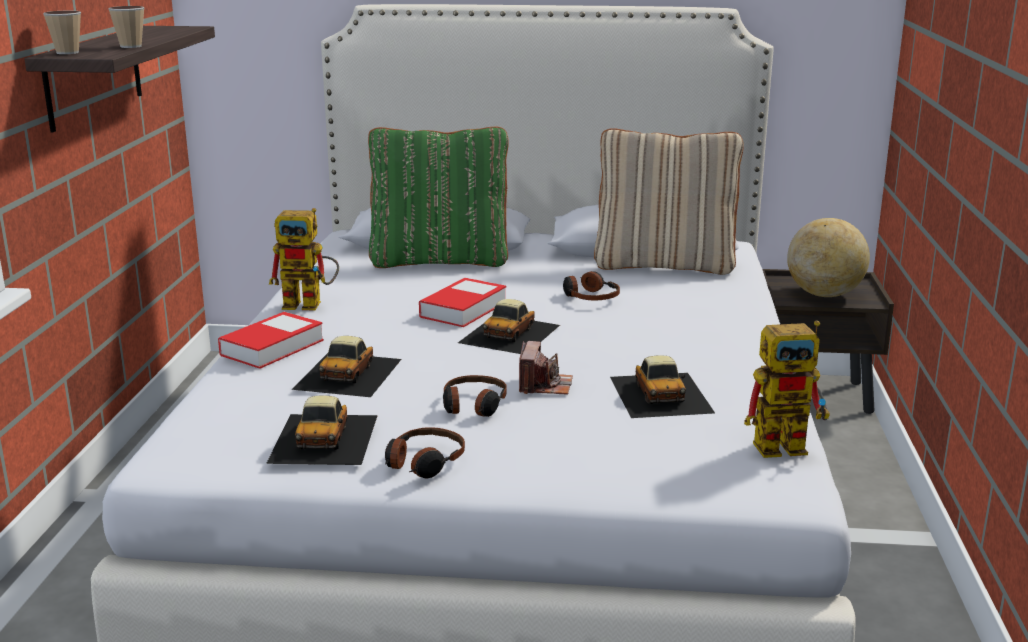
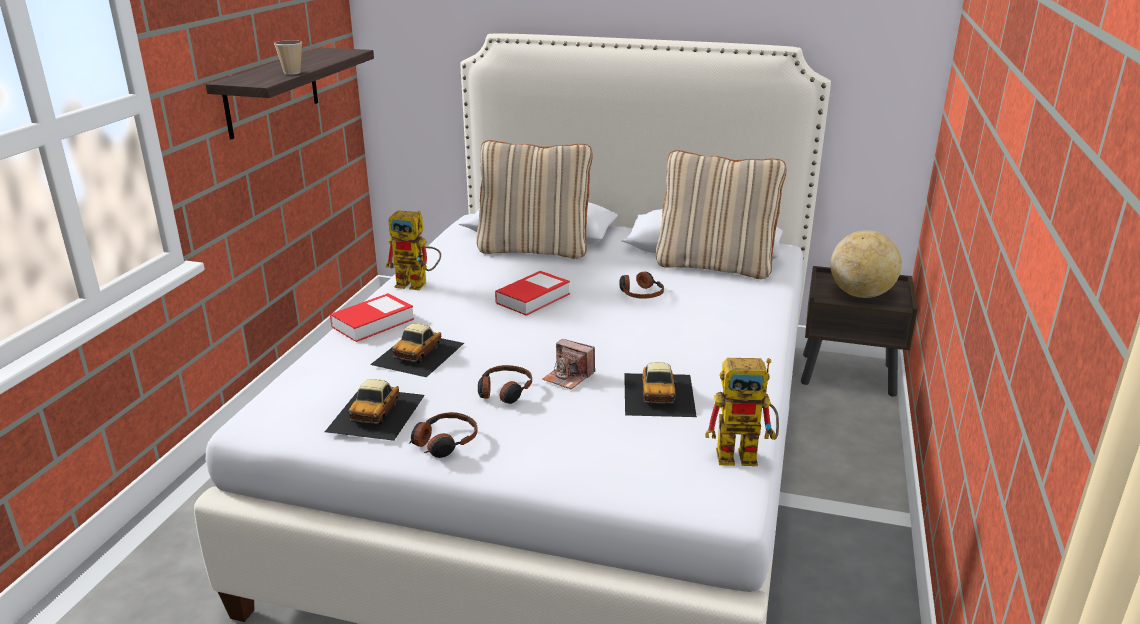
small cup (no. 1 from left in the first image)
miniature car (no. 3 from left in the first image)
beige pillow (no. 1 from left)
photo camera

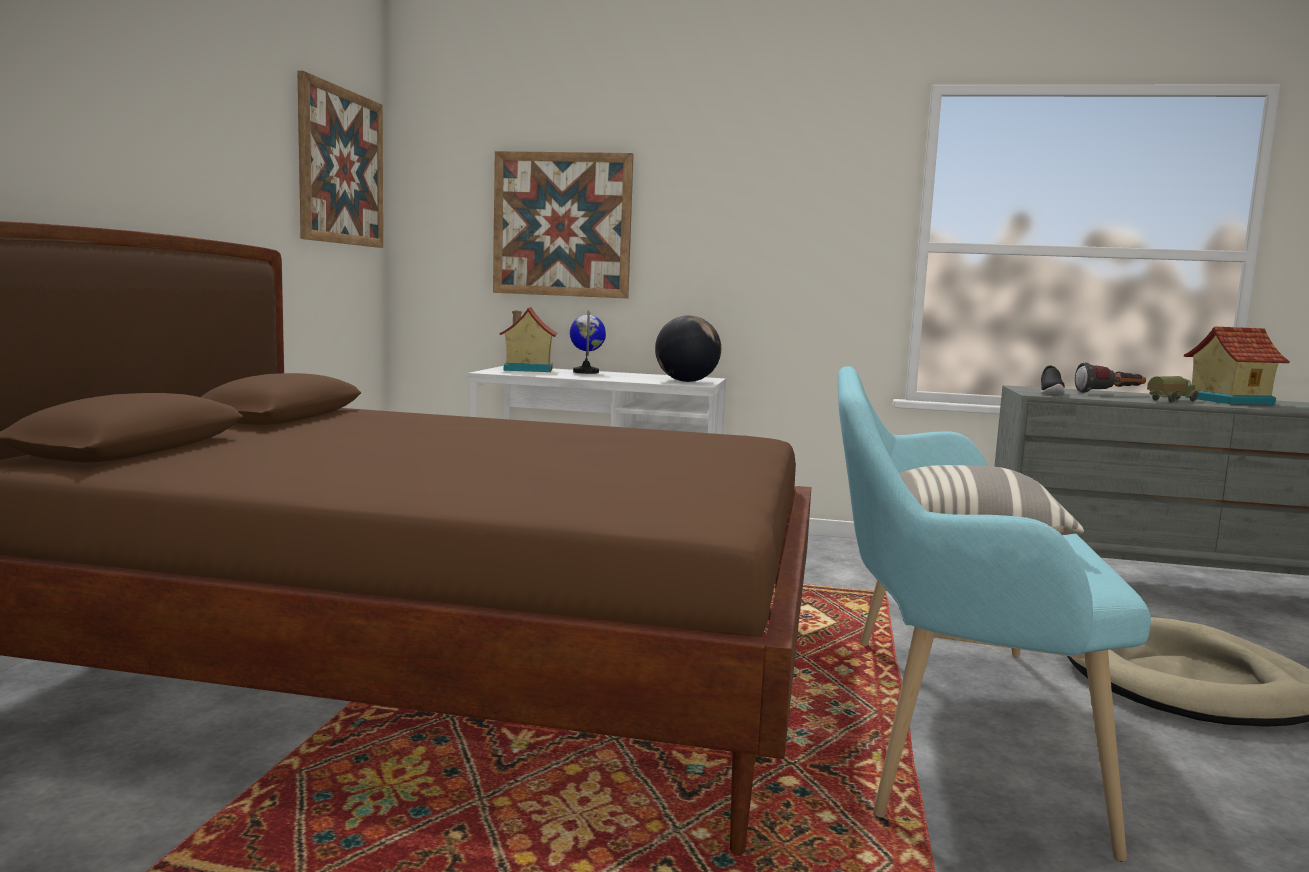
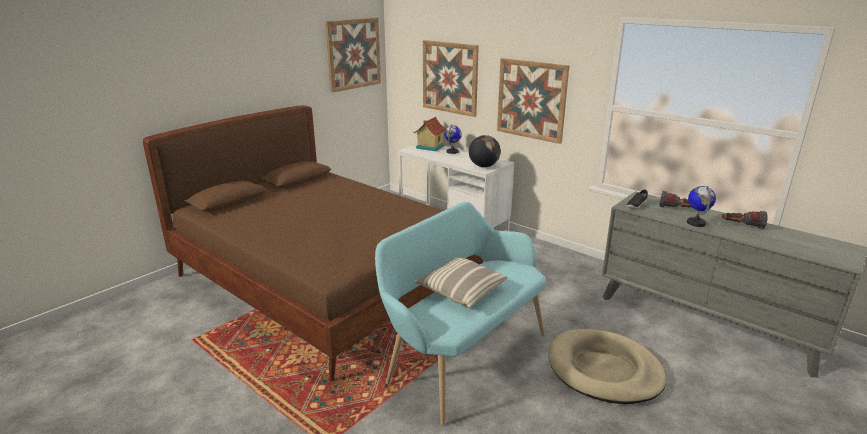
wall picture (no. 3 from left)
desk globe (no. 3 from left)
torch (no. 2 from left)

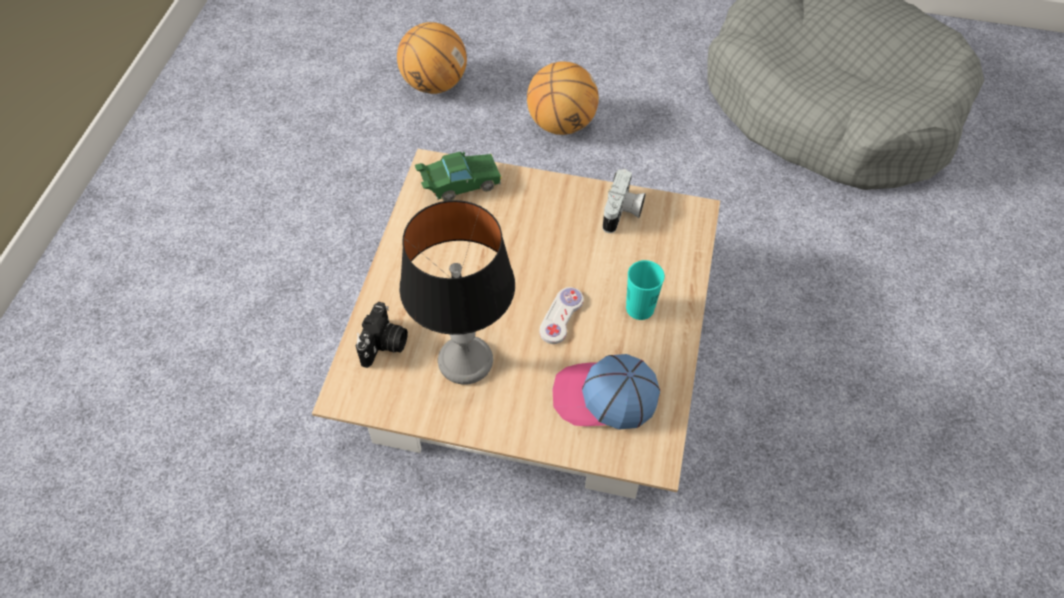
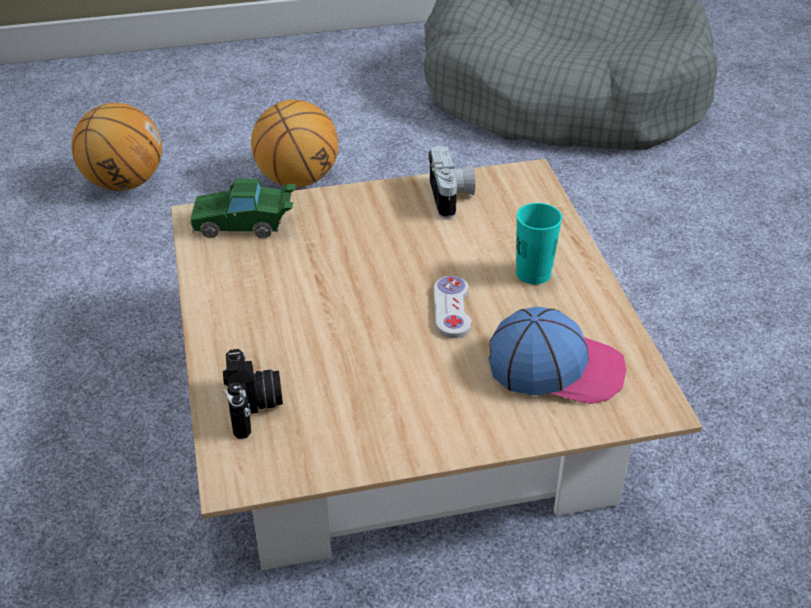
lamp for a table
greenish miniature car
peaked cap

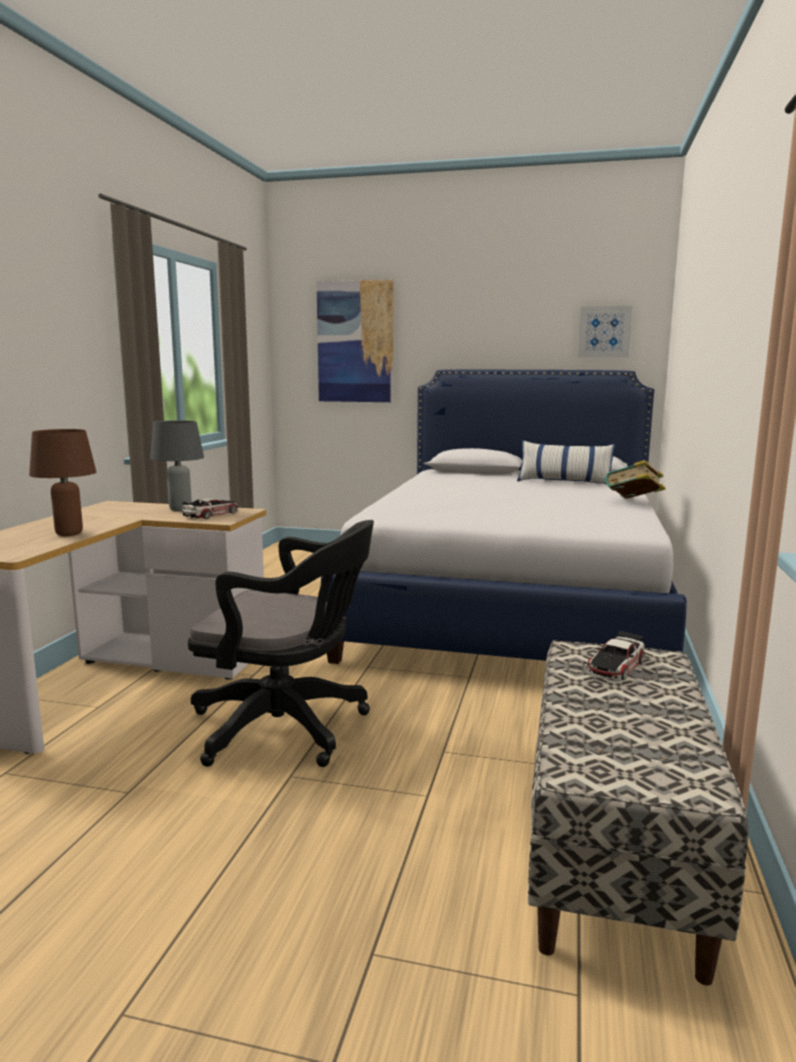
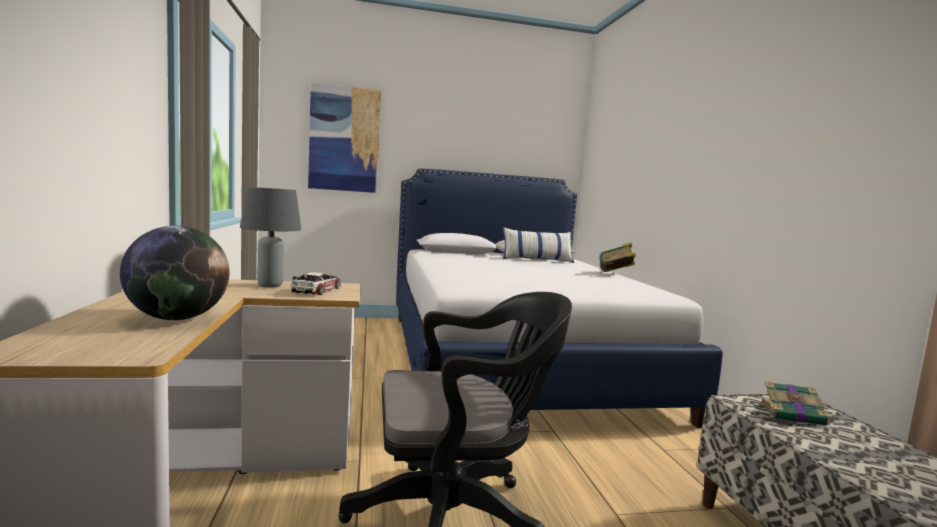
wall picture (no. 2 from left in the first image)
desk globe
bound book (no. 2 from left)

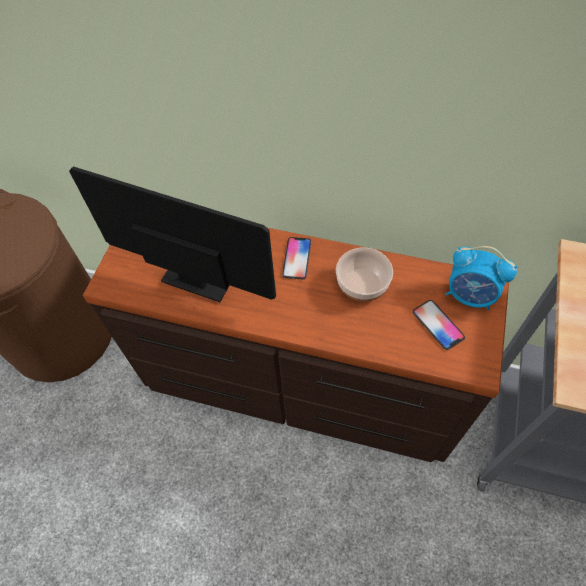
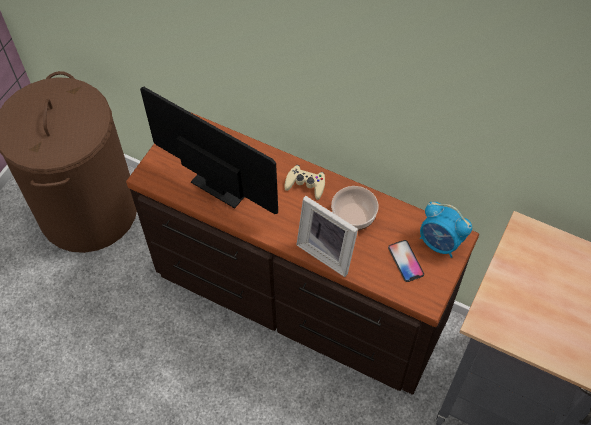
picture frame
beige game controller

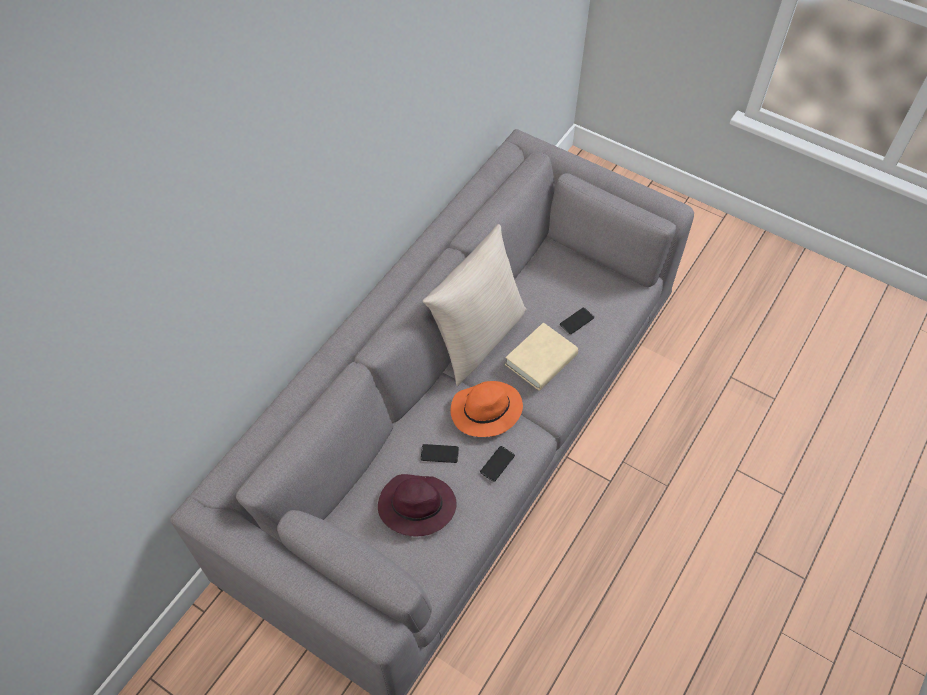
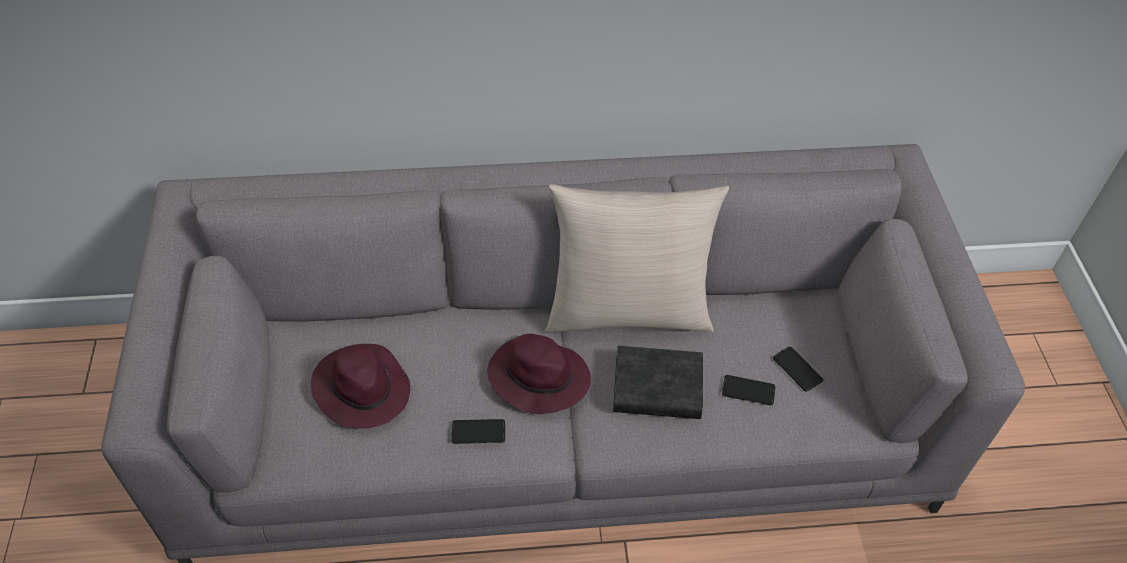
phone (no. 3 from left)
purple wearable hat (no. 2 from left)
blackish bound book

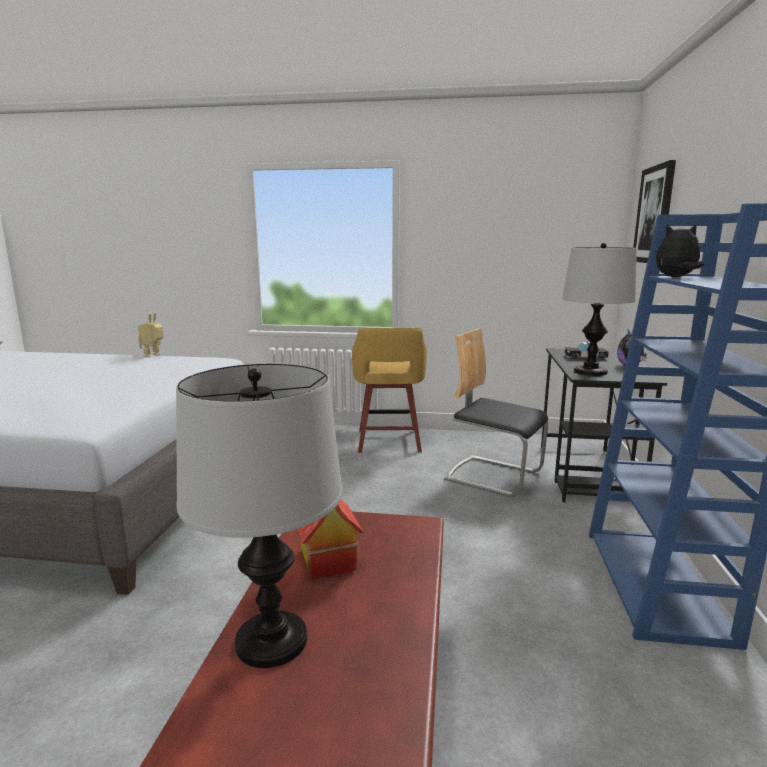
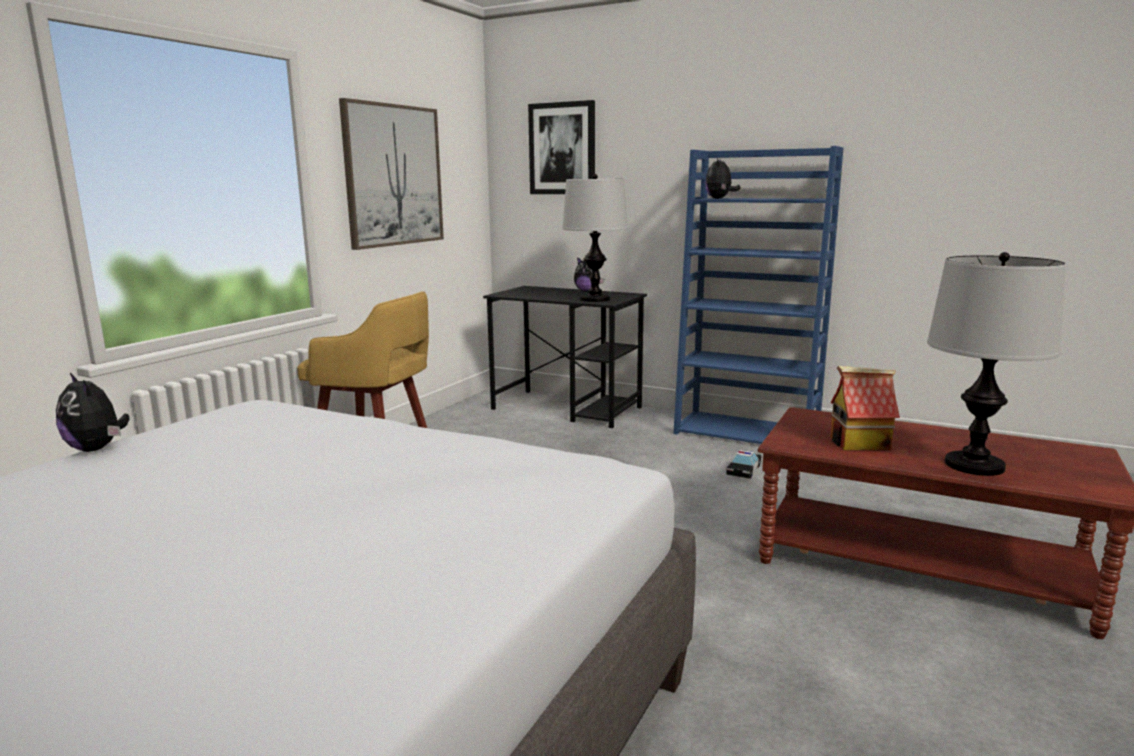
plain chair
wall picture (no. 1 from left)
miniature car
cuddly toy (no. 1 from left)

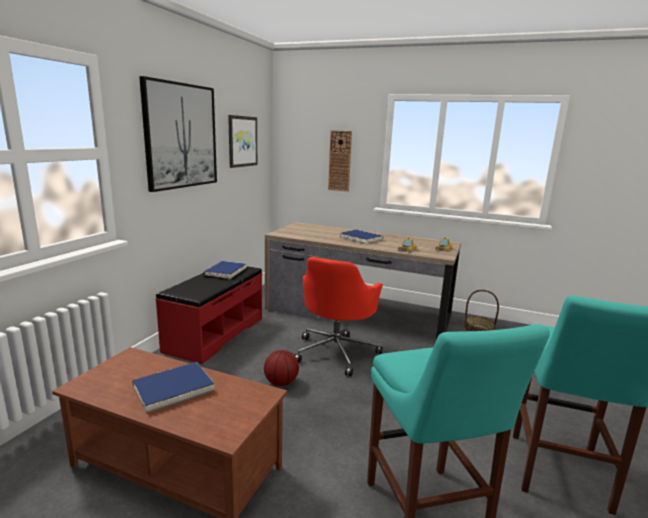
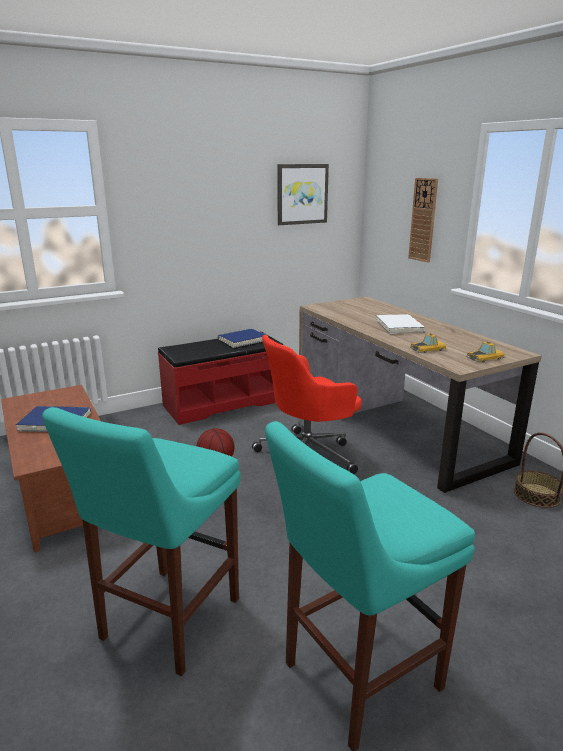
wall picture (no. 1 from left in the first image)
white bound book

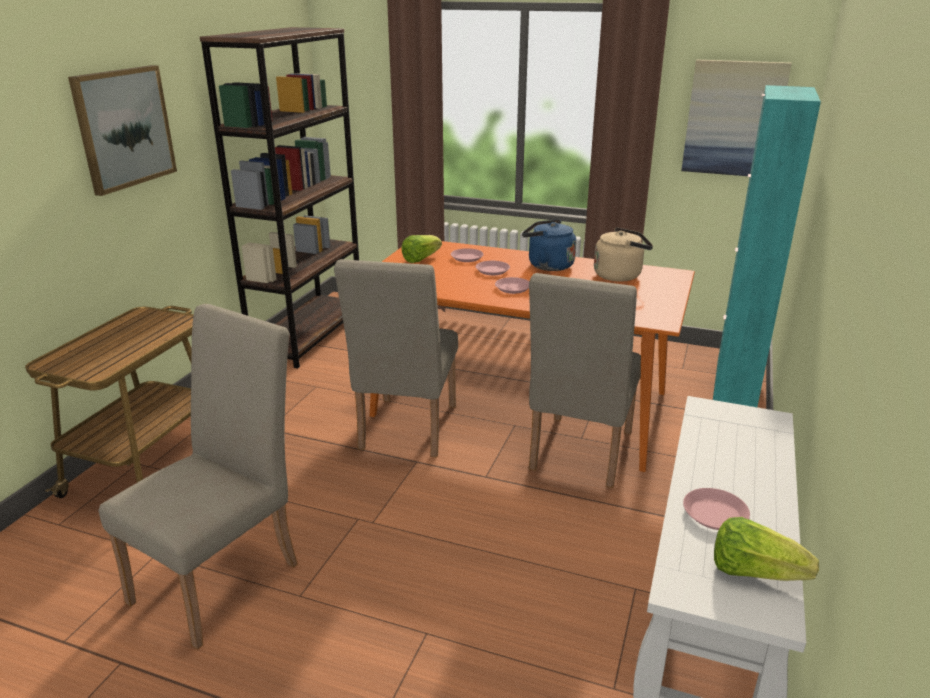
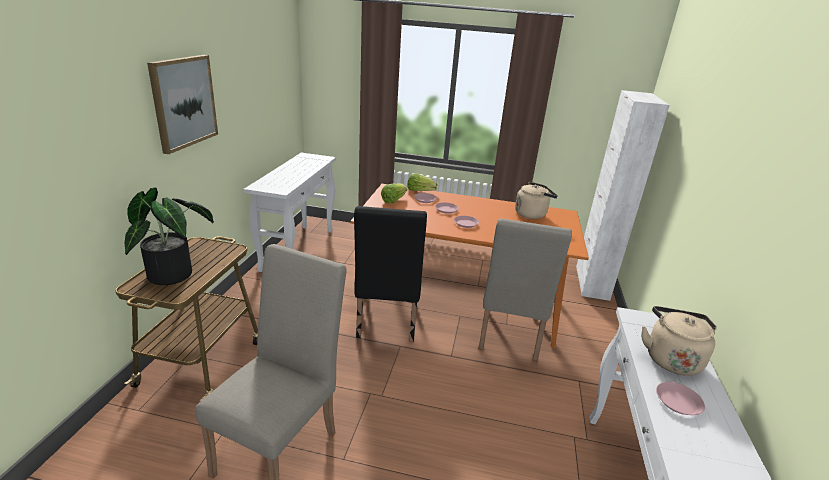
bluish water kettle
wall picture (no. 2 from left in the first image)
plant in a pot
beige water kettle (no. 2 from left)
head of lettuce (no. 2 from left)
white console table (no. 1 from left)
blackish plain chair
white cabinet

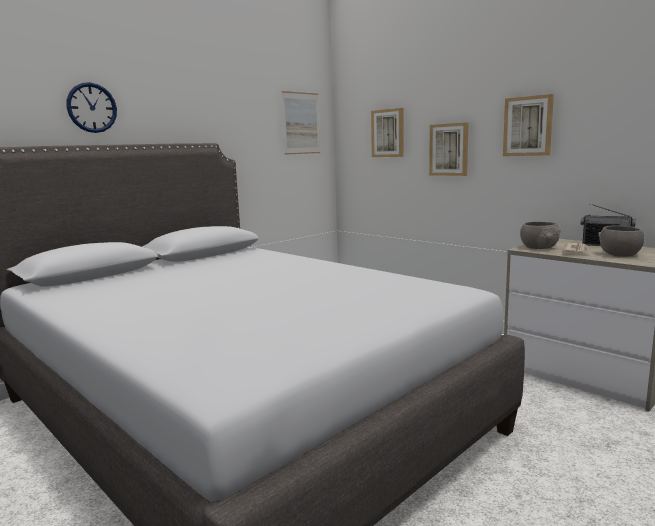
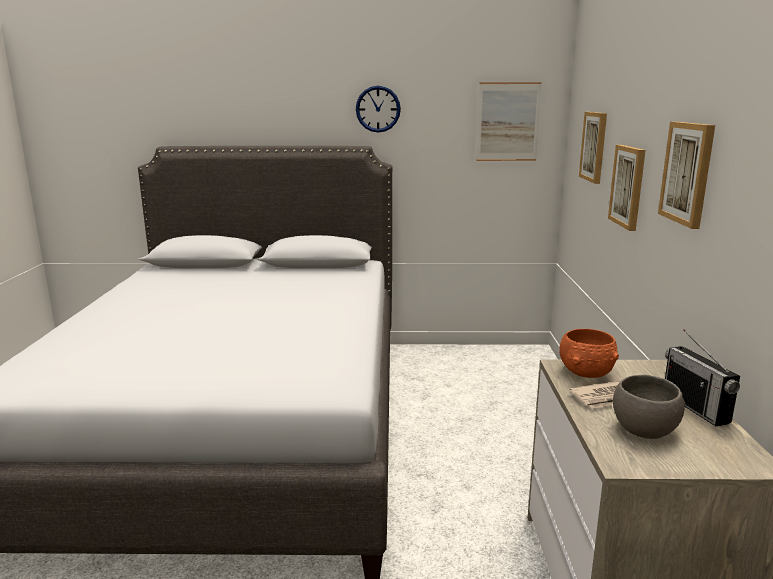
wall clock
orangey deep dish

